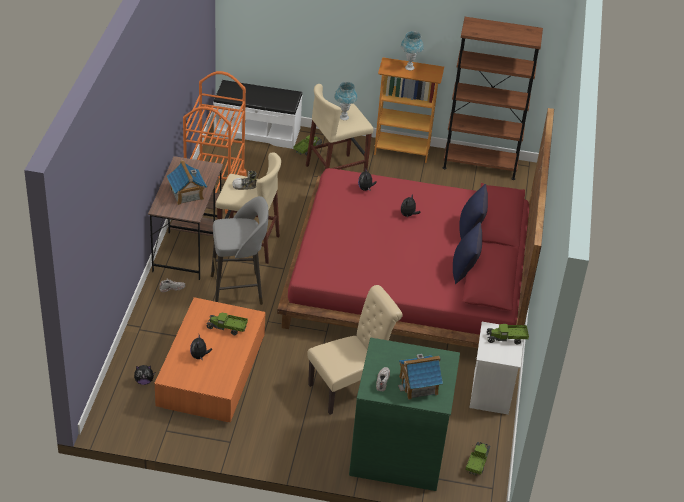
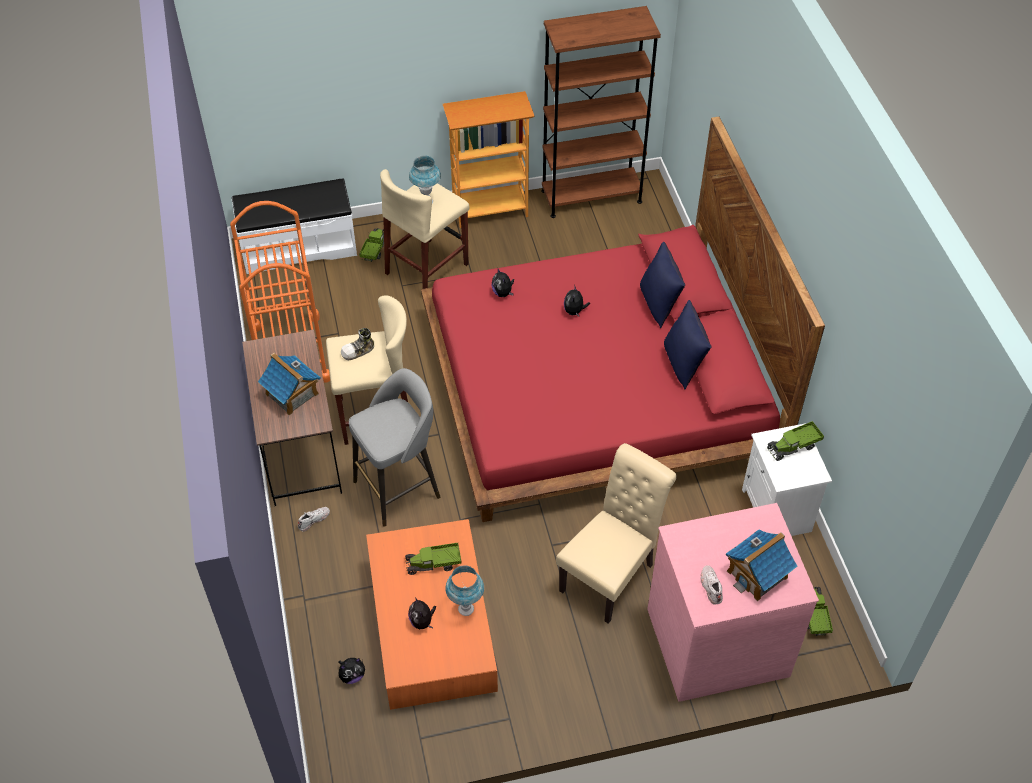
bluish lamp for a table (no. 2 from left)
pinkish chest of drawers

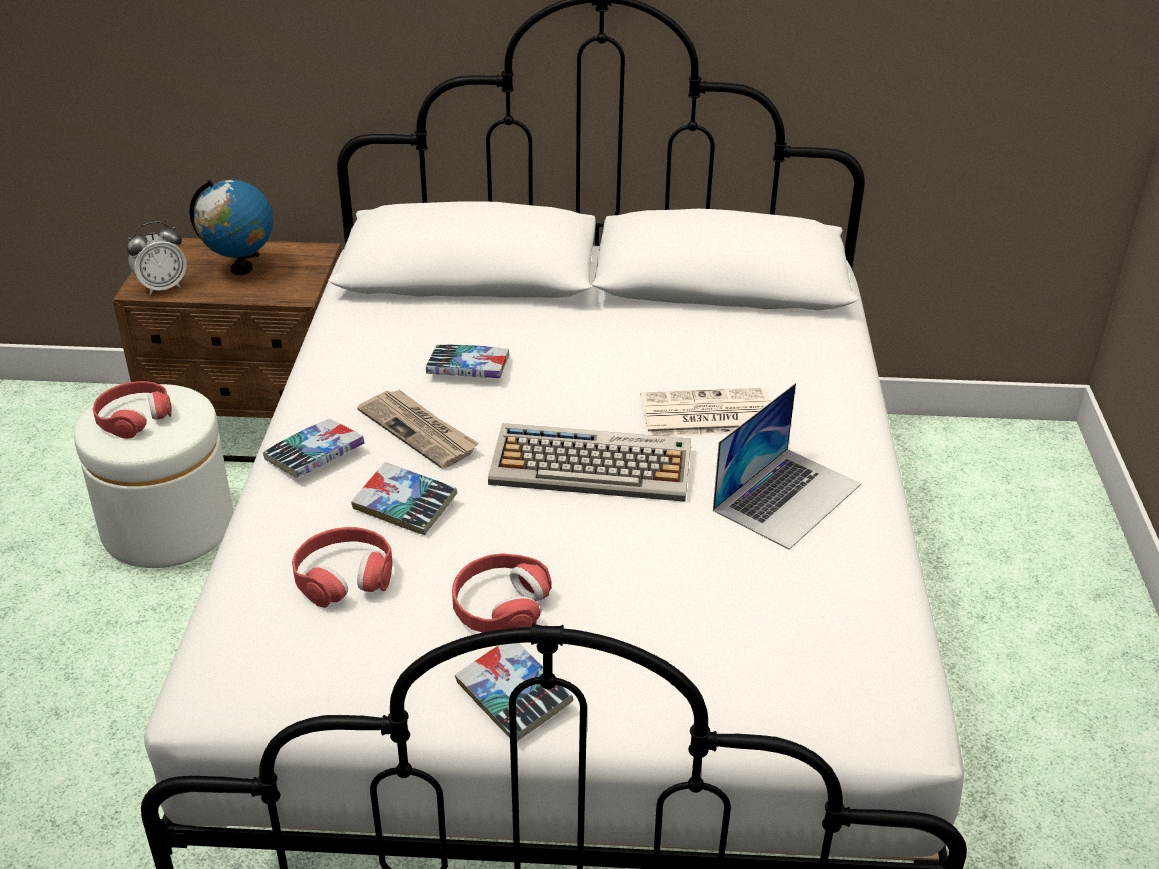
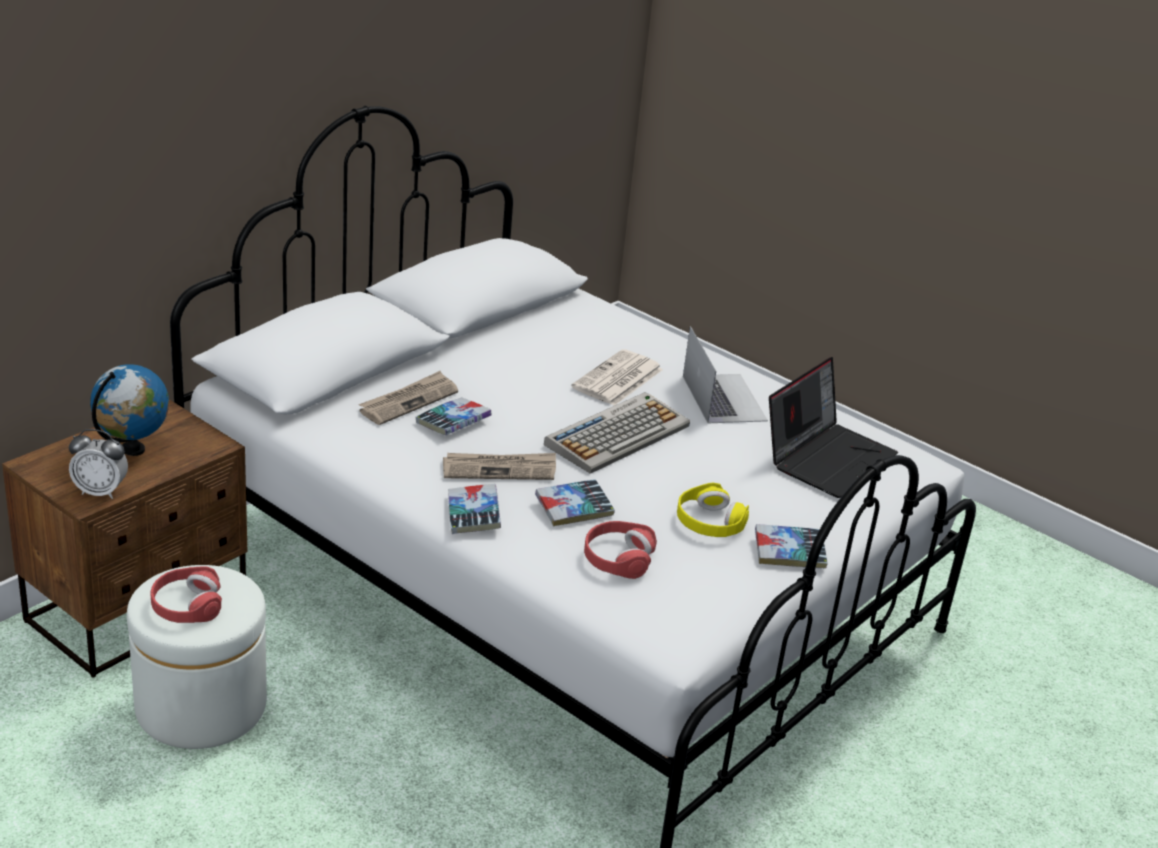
daily paper (no. 1 from left)
notebook computer (no. 2 from left)
yellow pair of headphones
alarm clock

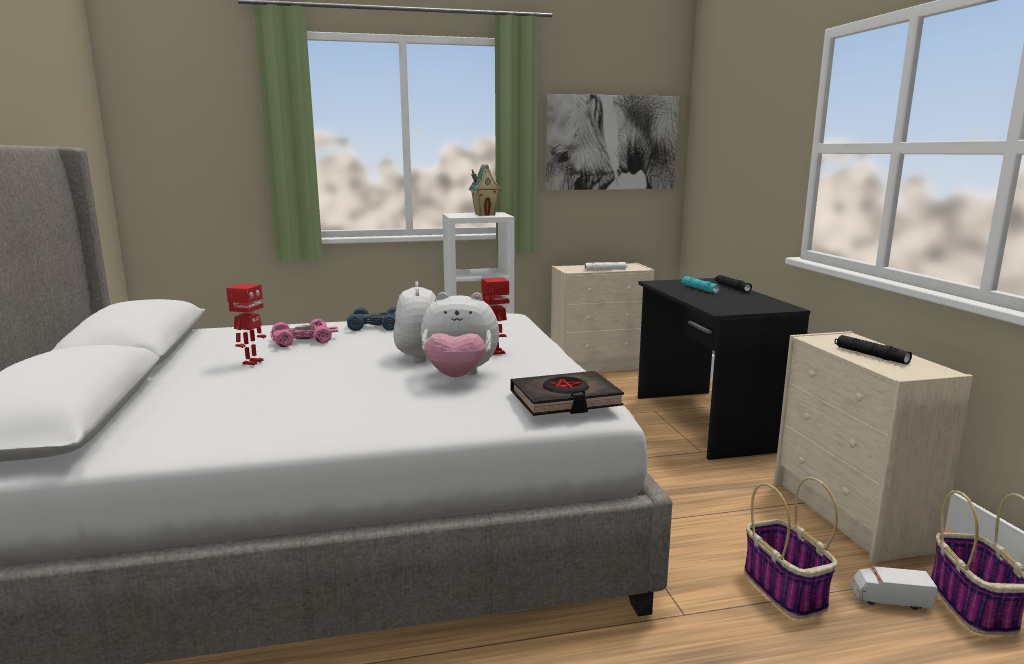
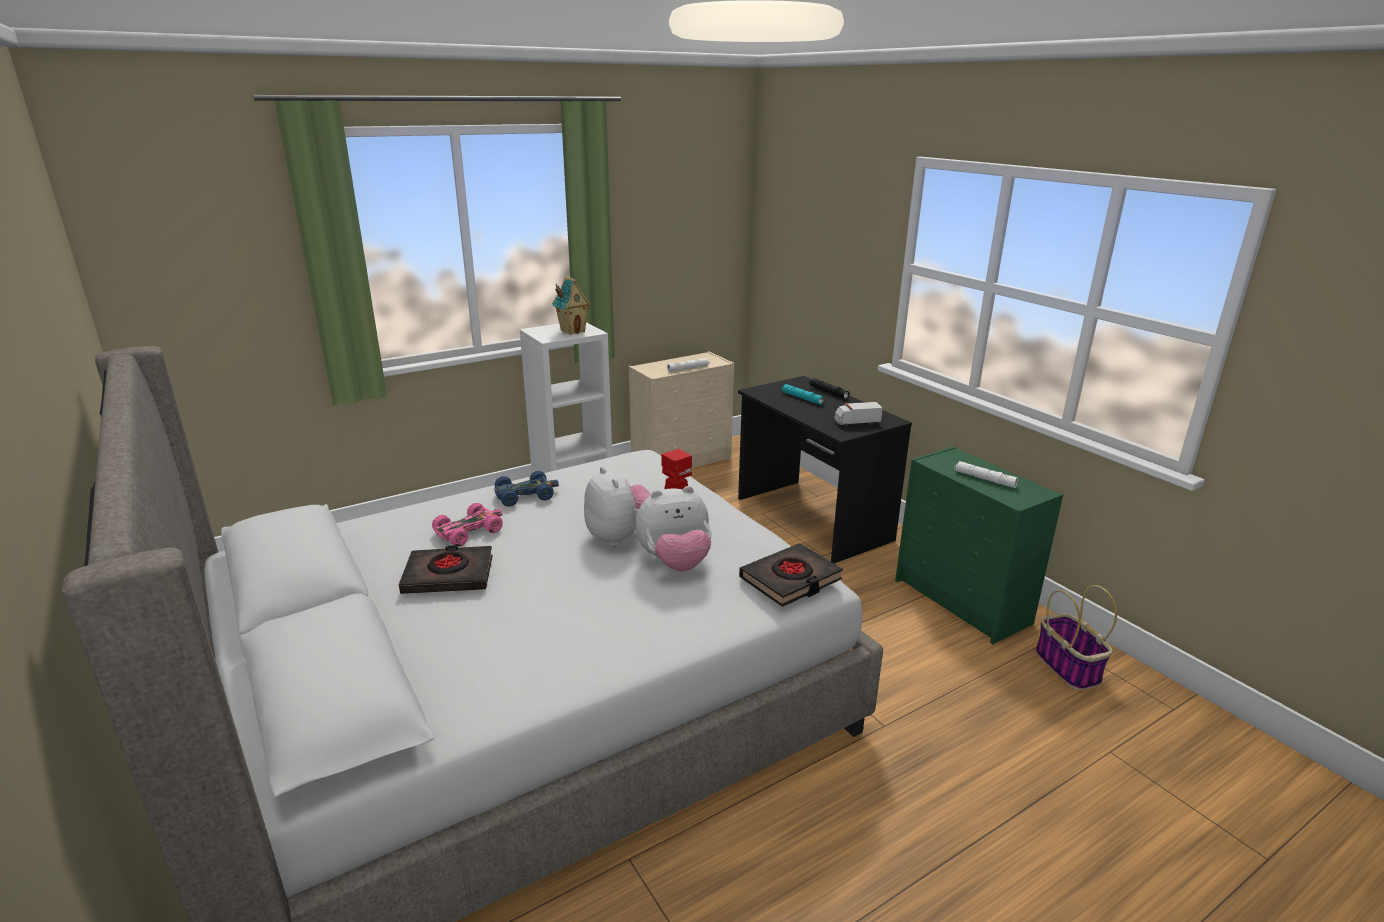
wall picture
storage basket (no. 1 from left in the first image)
model truck
blackish bound book (no. 1 from left)
greenish chest of drawers
white torch (no. 2 from left)

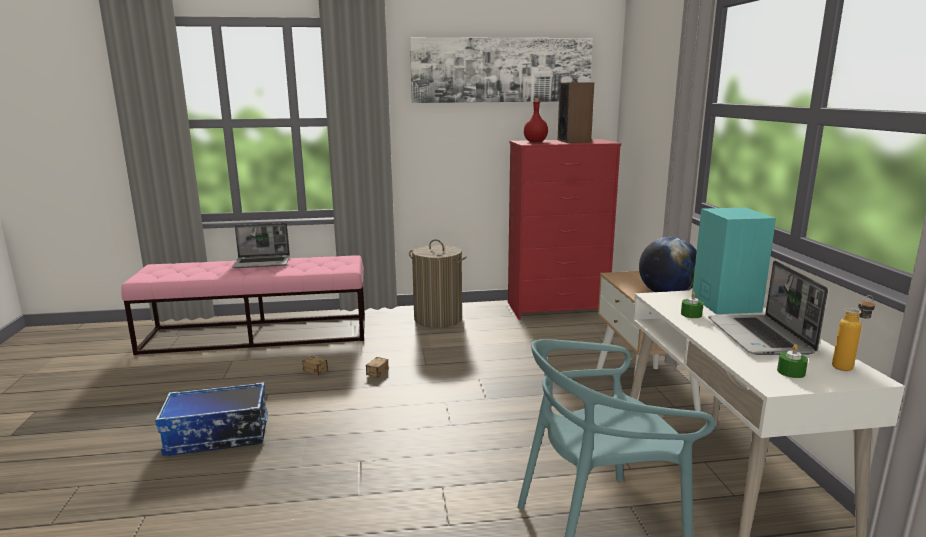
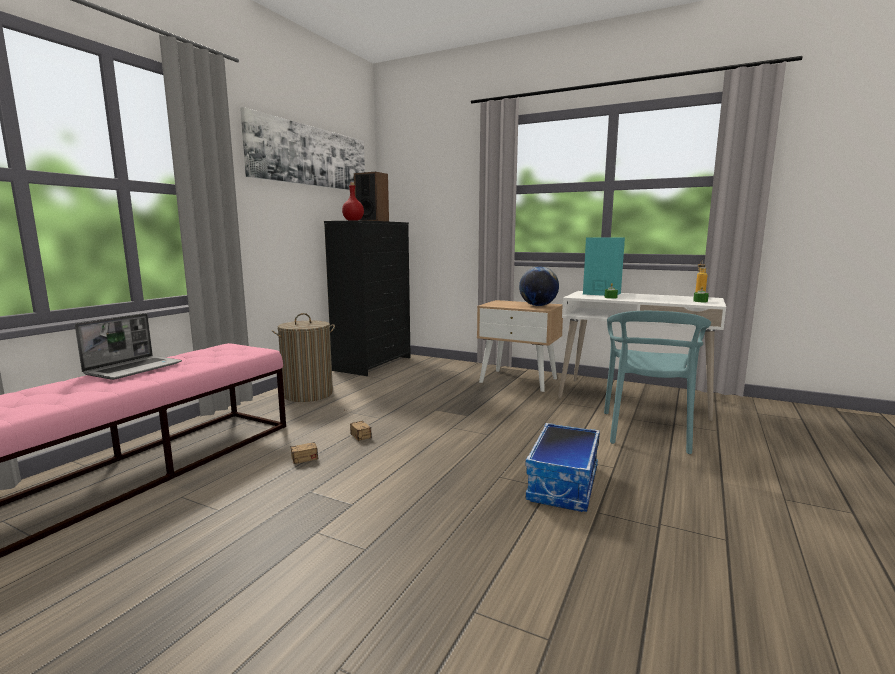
notebook computer (no. 2 from left in the first image)
storage container (no. 3 from left)
blackish chest of drawers

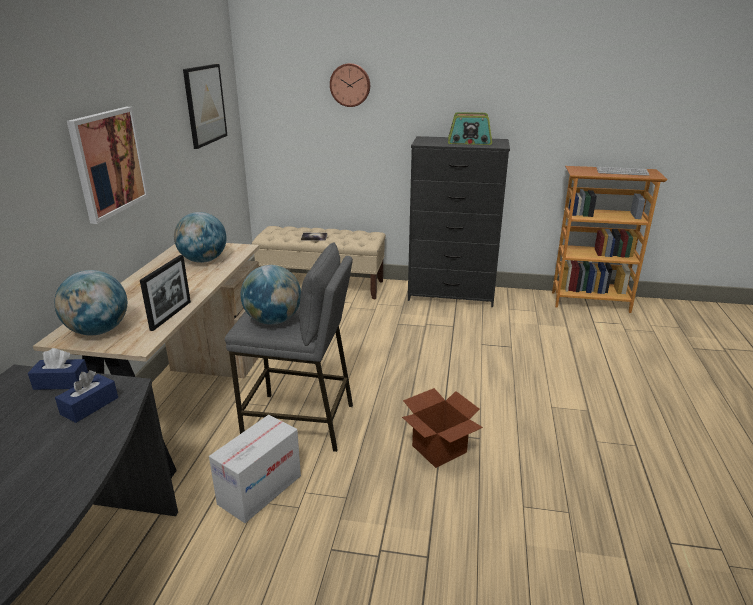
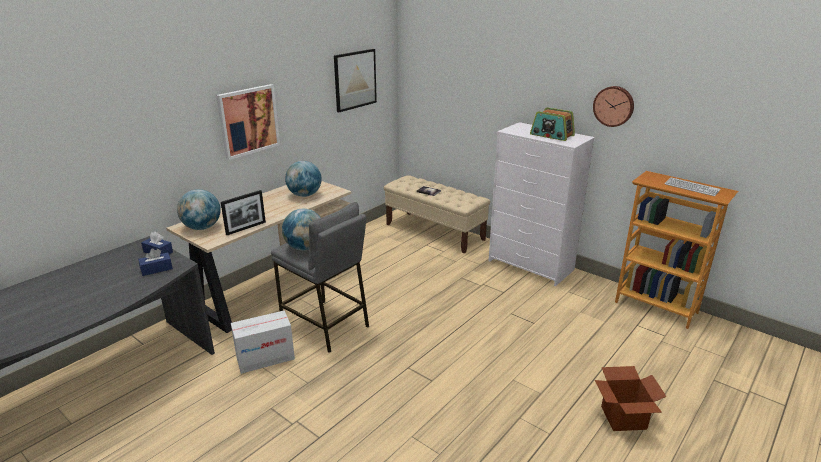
wall clock
cardboard box (no. 2 from left)
white chest of drawers

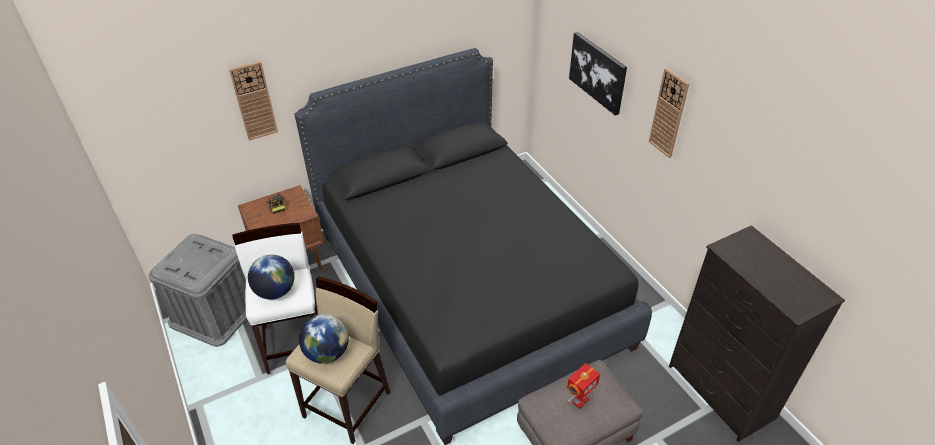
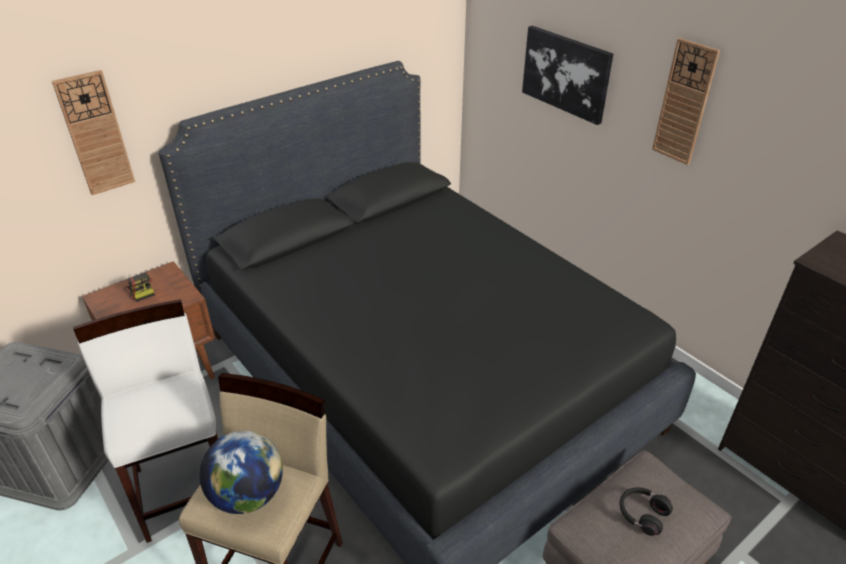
desk globe (no. 1 from left in the first image)
blackish pair of headphones

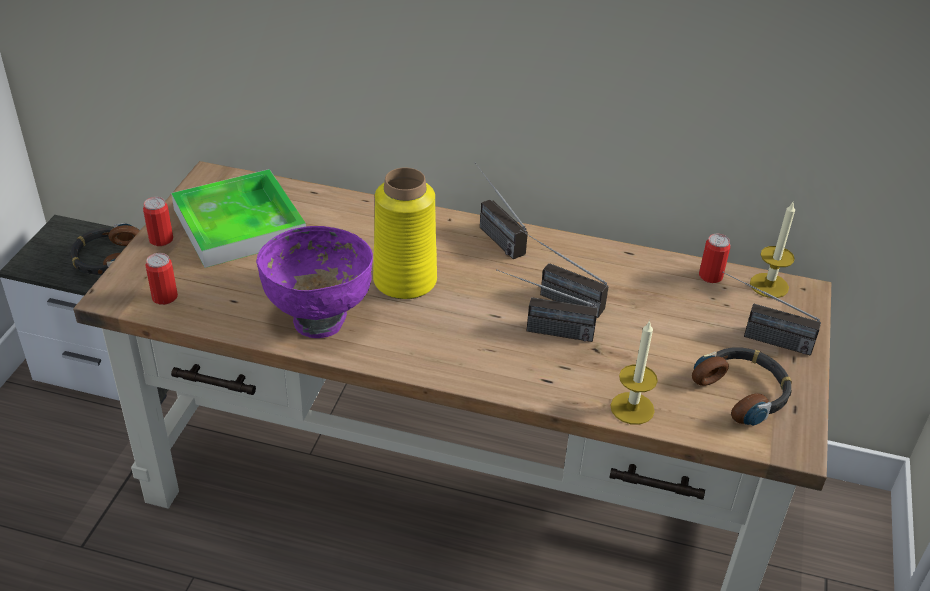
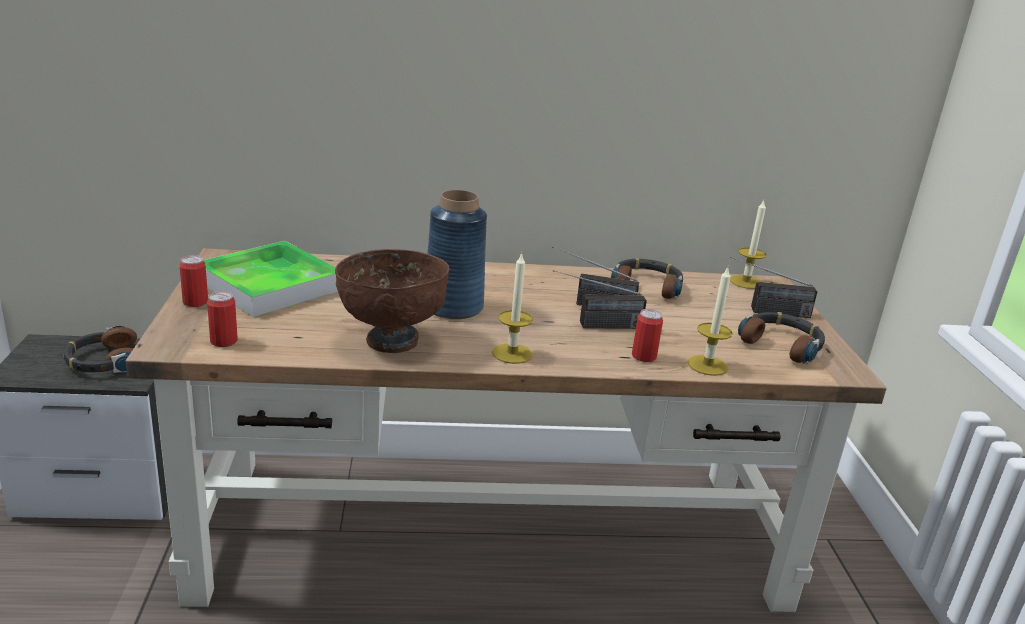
radio receiver (no. 1 from left in the first image)
candle (no. 1 from left)
pair of headphones (no. 2 from left)
metal can (no. 3 from left)
brown-coloured deep dish
bluish vase

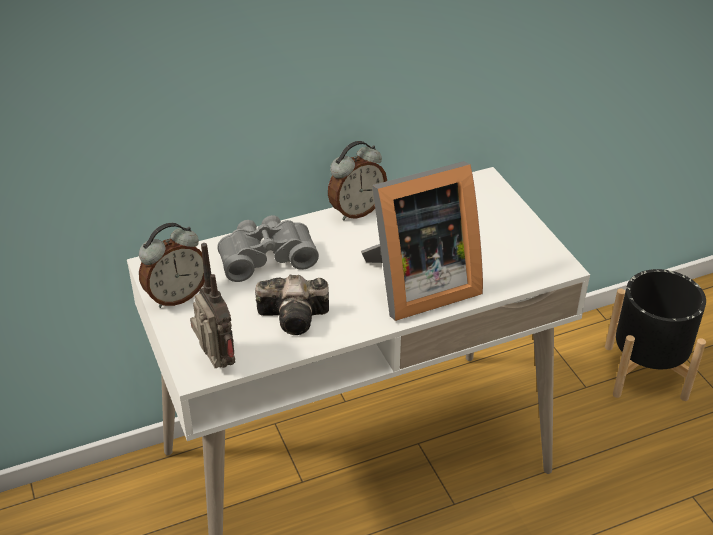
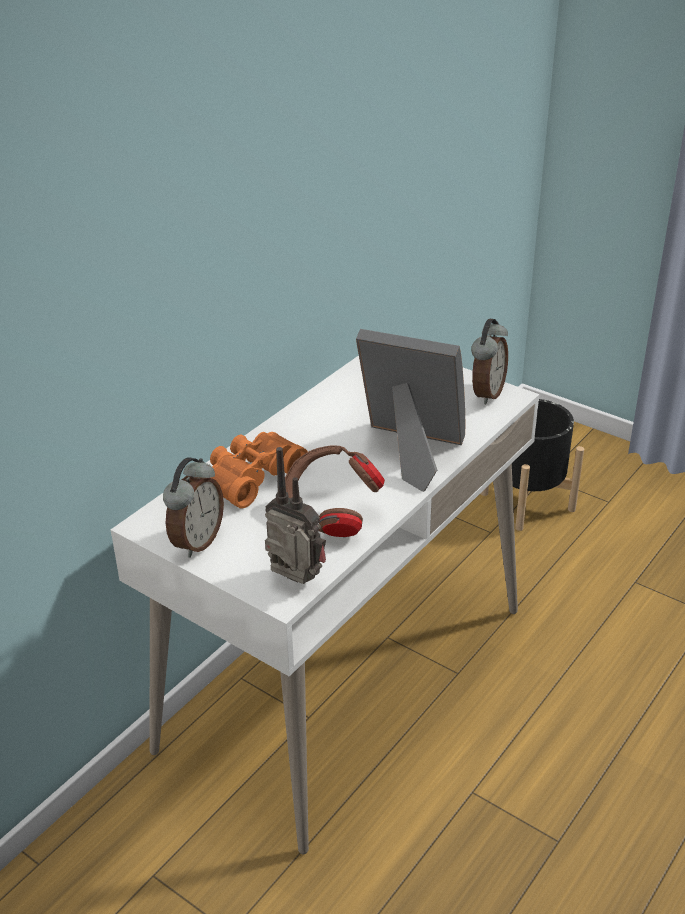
alarm clock (no. 2 from left)
brown-coloured pair of headphones
orangey binoculars
picture frame

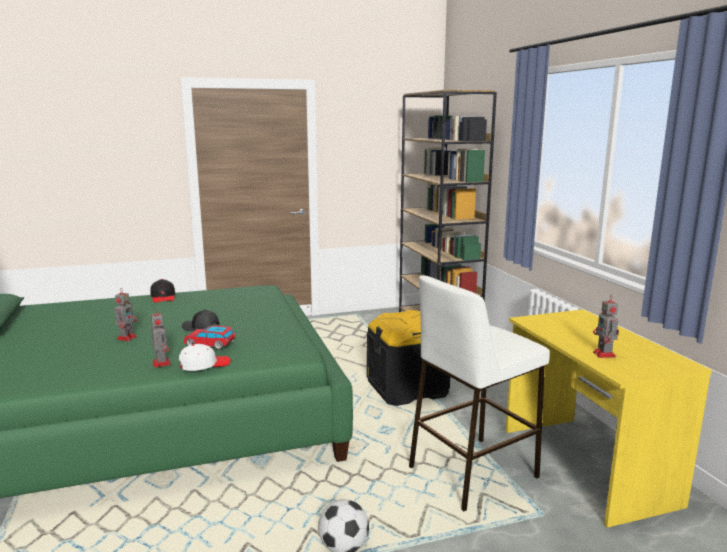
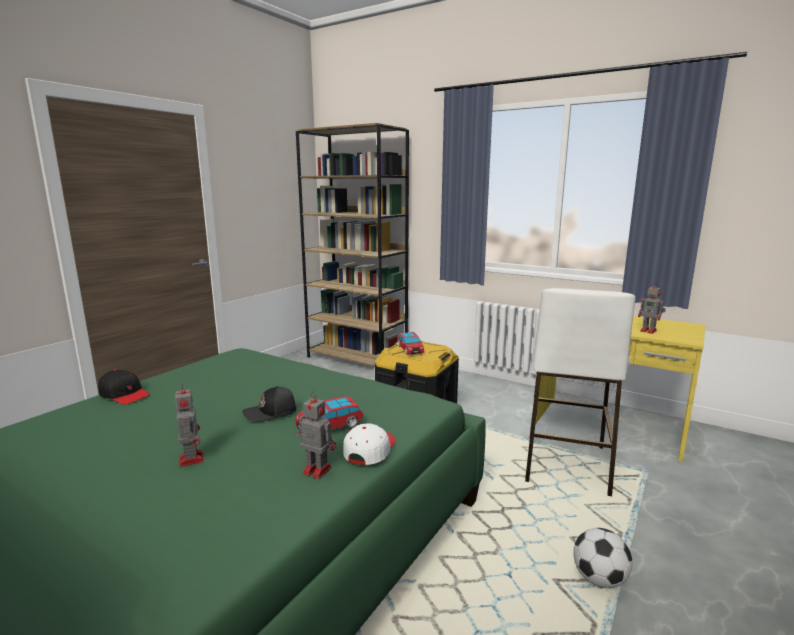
miniature car (no. 2 from left)

